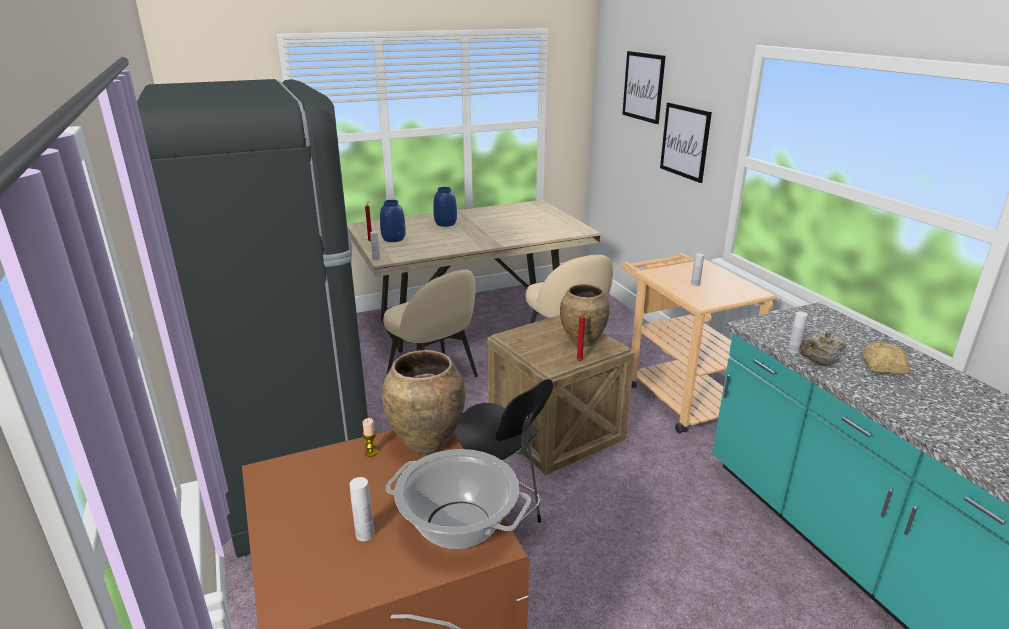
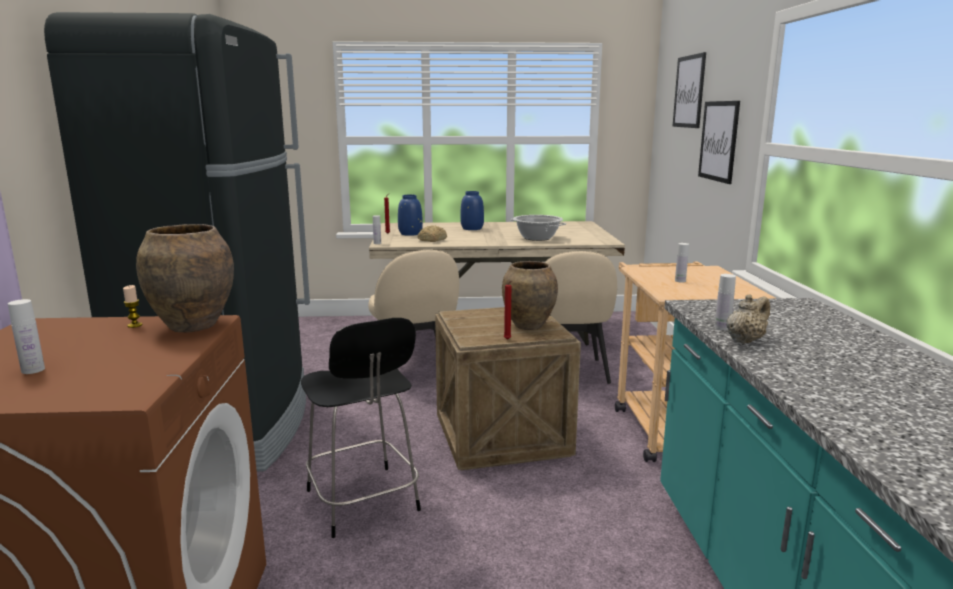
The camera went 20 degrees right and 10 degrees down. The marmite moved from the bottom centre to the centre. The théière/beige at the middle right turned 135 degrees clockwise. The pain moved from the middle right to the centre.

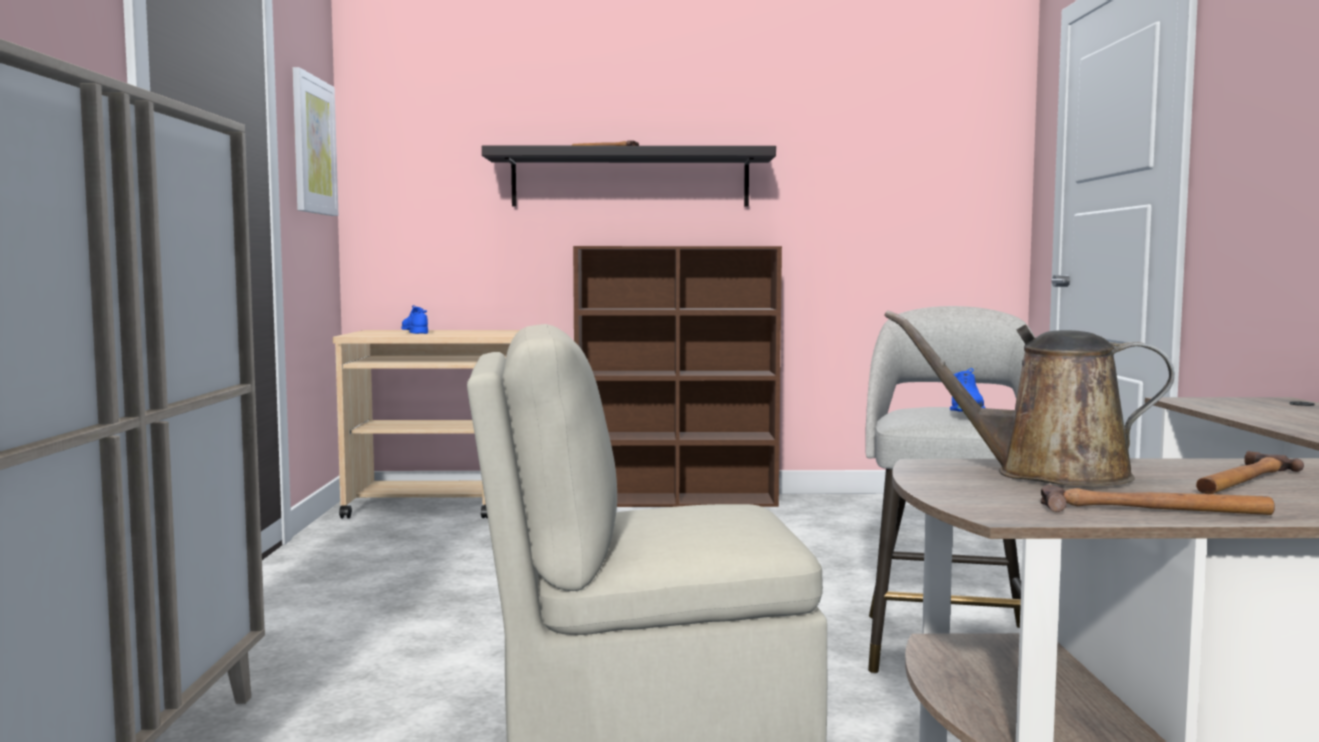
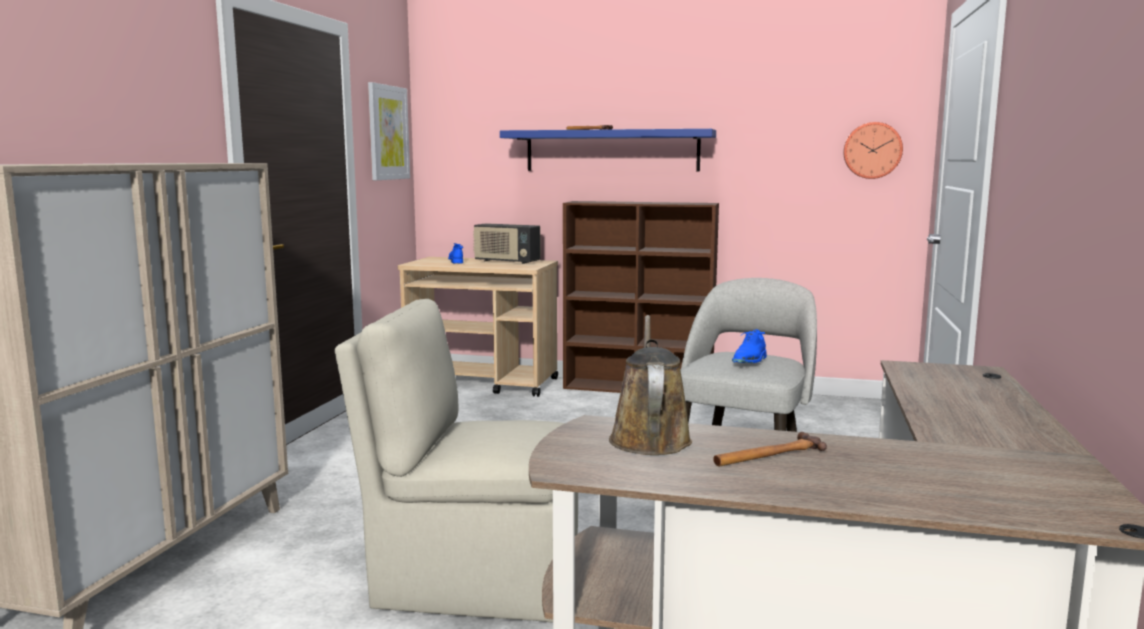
The camera went 15 degrees right and 5 degrees up. The étagère/noir at the top centre became the étagère/bleu at the top centre. The arrosoir/marron at the middle right turned 60 degrees clockwise. The marteau (no. 2 from left) at the bottom right disappeared. The radio at the centre appeared. The horloge murale at the top right appeared.

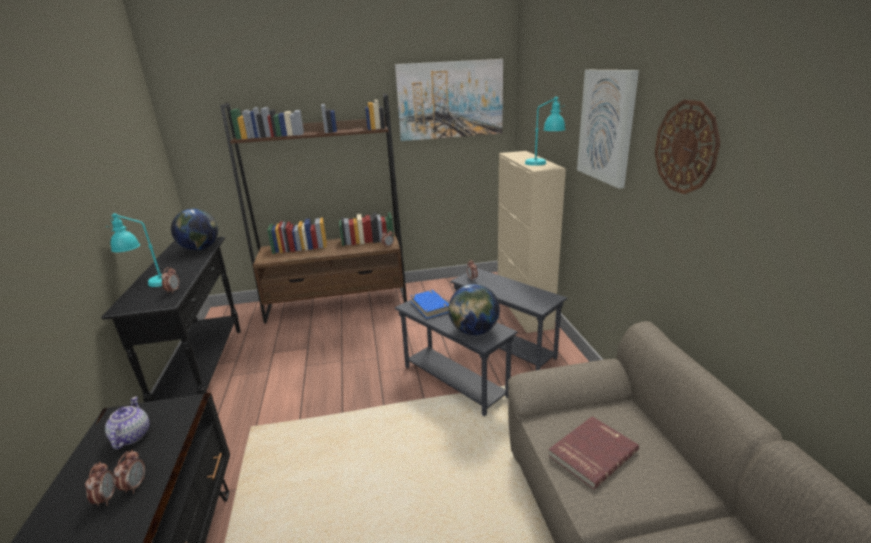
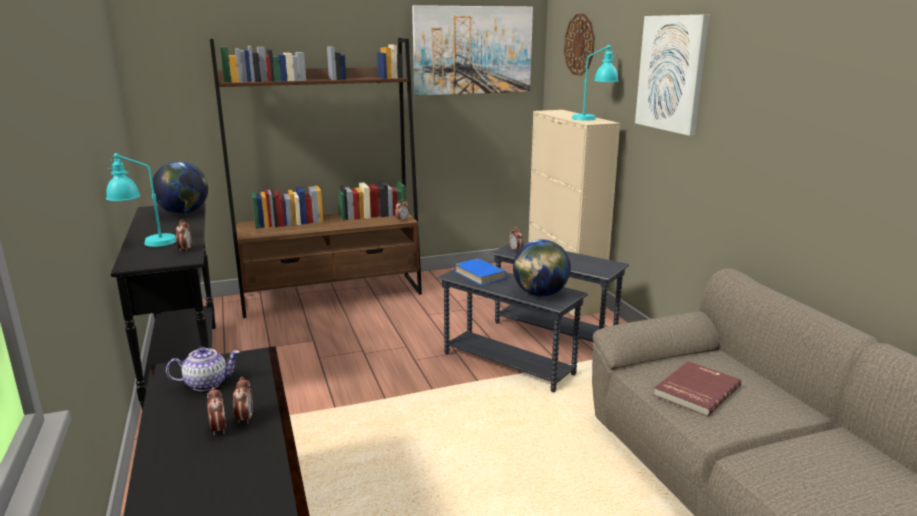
The camera went 10 degrees left and 5 degrees down. The théière at the bottom left turned 90 degrees clockwise. The horloge murale moved from the top right to the top centre.

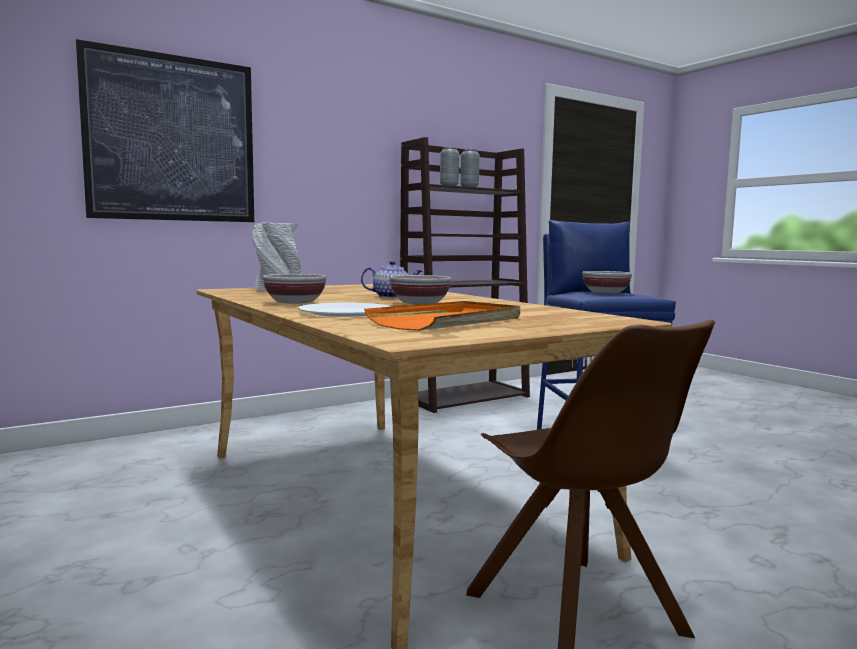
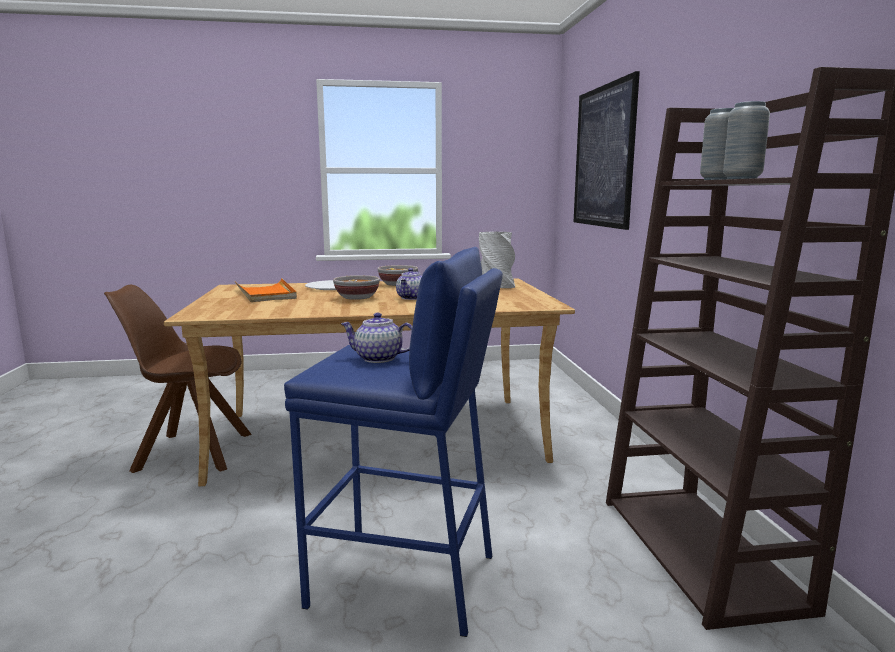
The camera went 115 degrees right and 5 degrees up. The bol (no. 3 from left) at the middle right was replaced by the théière (no. 1 from left) at the centre.

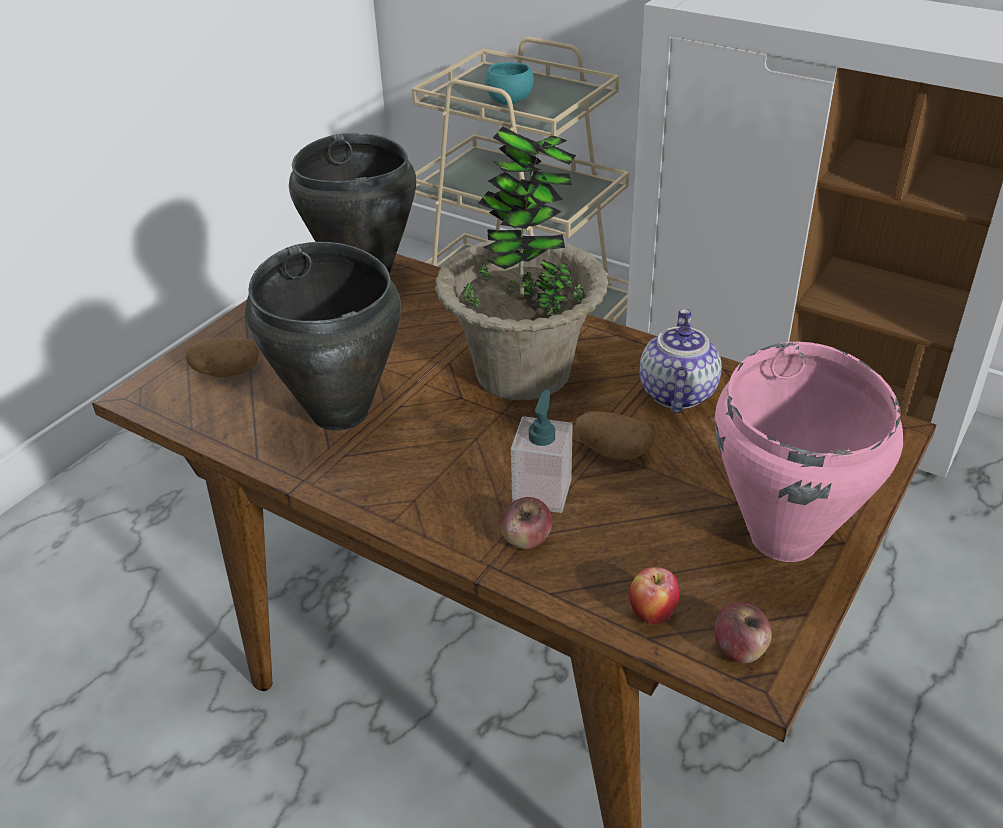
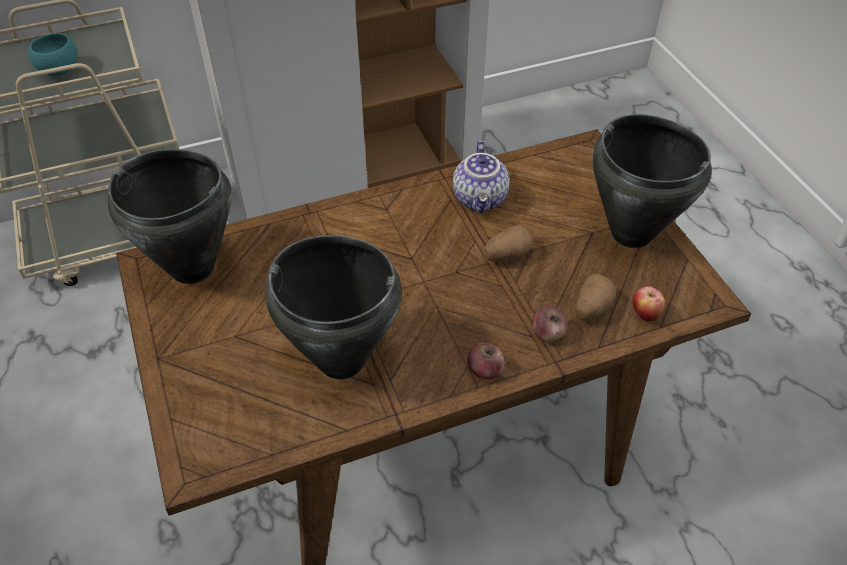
The camera went 55 degrees left and 10 degrees up. The pomme de terre (no. 1 from left in the first image) moved from the middle left to the middle right. The plante en pot at the top centre disappeared. The distributeur de savon at the centre disappeared. The théière at the middle right turned 135 degrees counterclockwise. The marmite/rose at the middle right became the marmite/noir (no. 3 from left) at the top right. The pomme (no. 3 from left in the first image) moved from the bottom right to the centre.

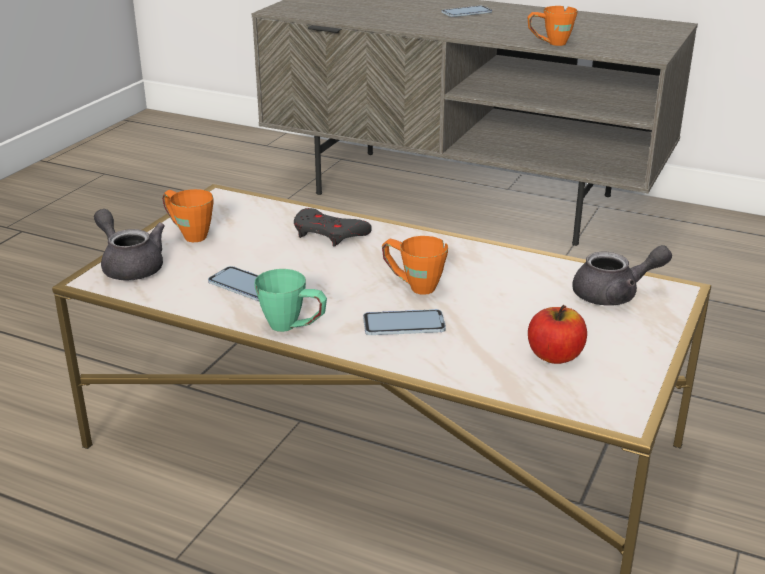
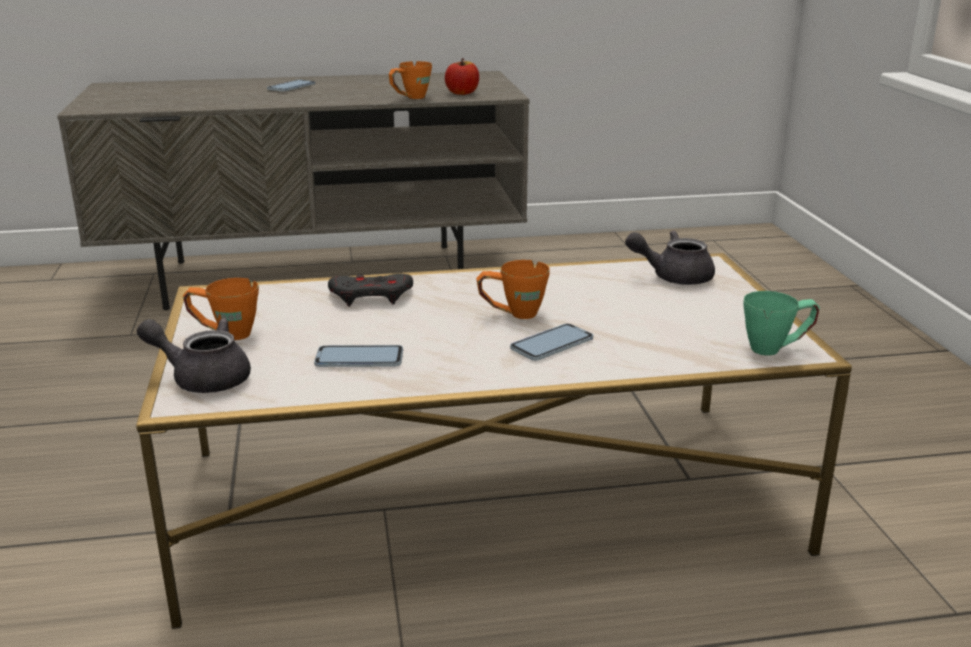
The camera went 35 degrees left and 5 degrees down. The mug/vert moved from the centre to the middle right. The pomme moved from the middle right to the top centre. The théière/gris (no. 2 from left) at the middle right turned 135 degrees counterclockwise.

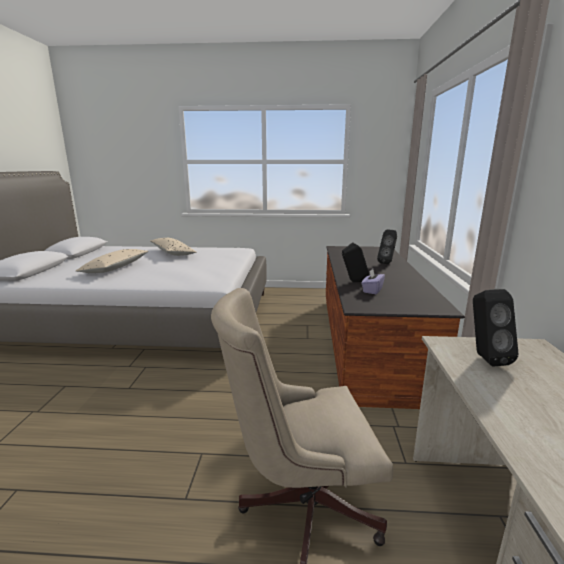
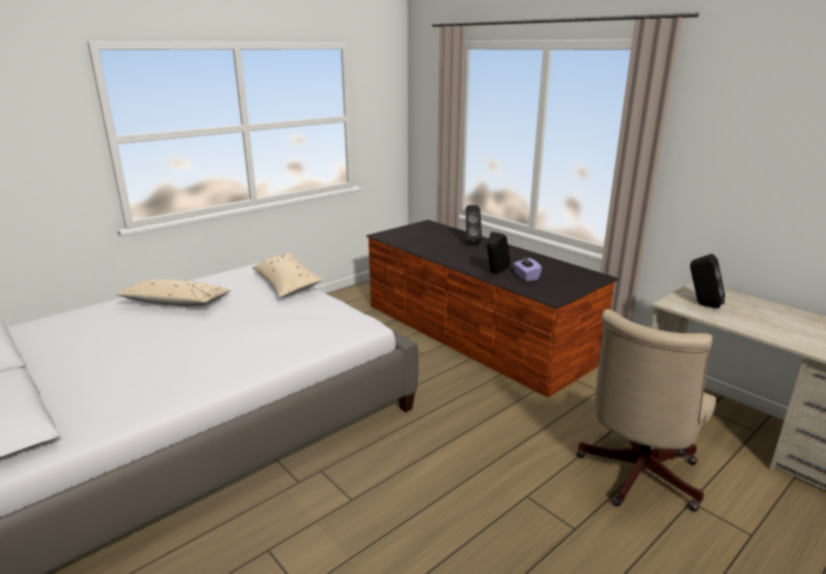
The camera went 45 degrees left and 5 degrees up. The coussin/beige (no. 1 from left in the first image) moved from the middle left to the centre.

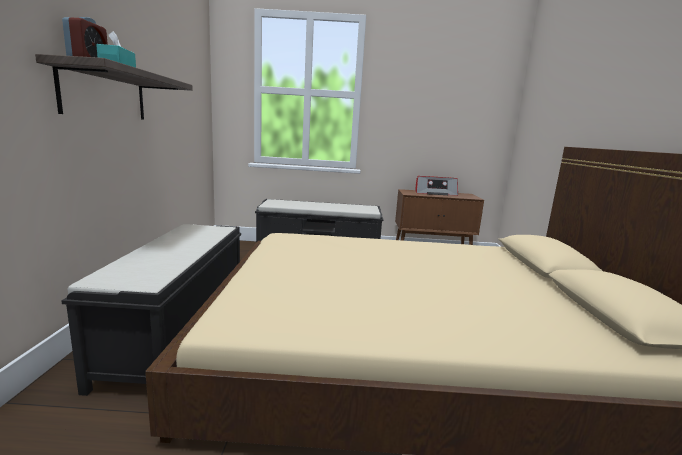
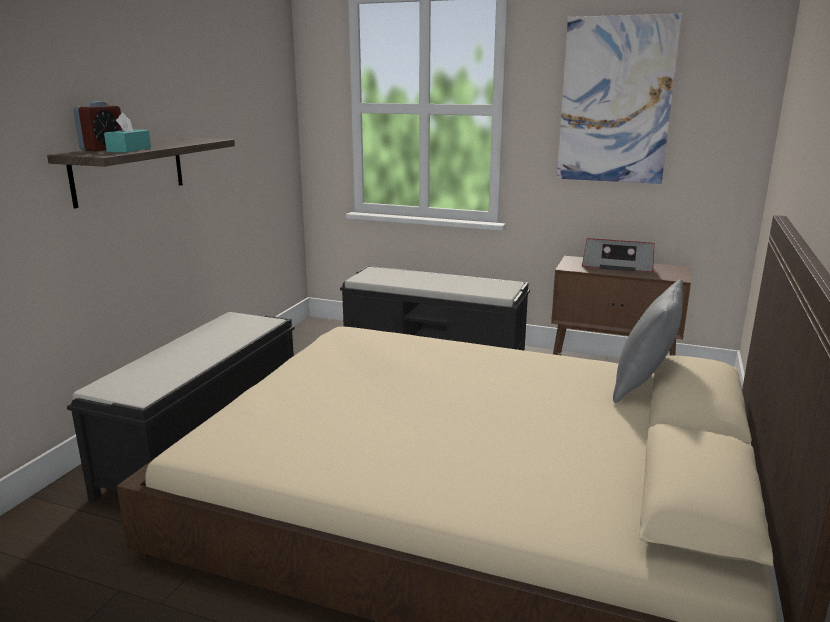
The camera went 20 degrees right and 5 degrees up. The tableau at the top right appeared. The coussin/gris at the middle right appeared.

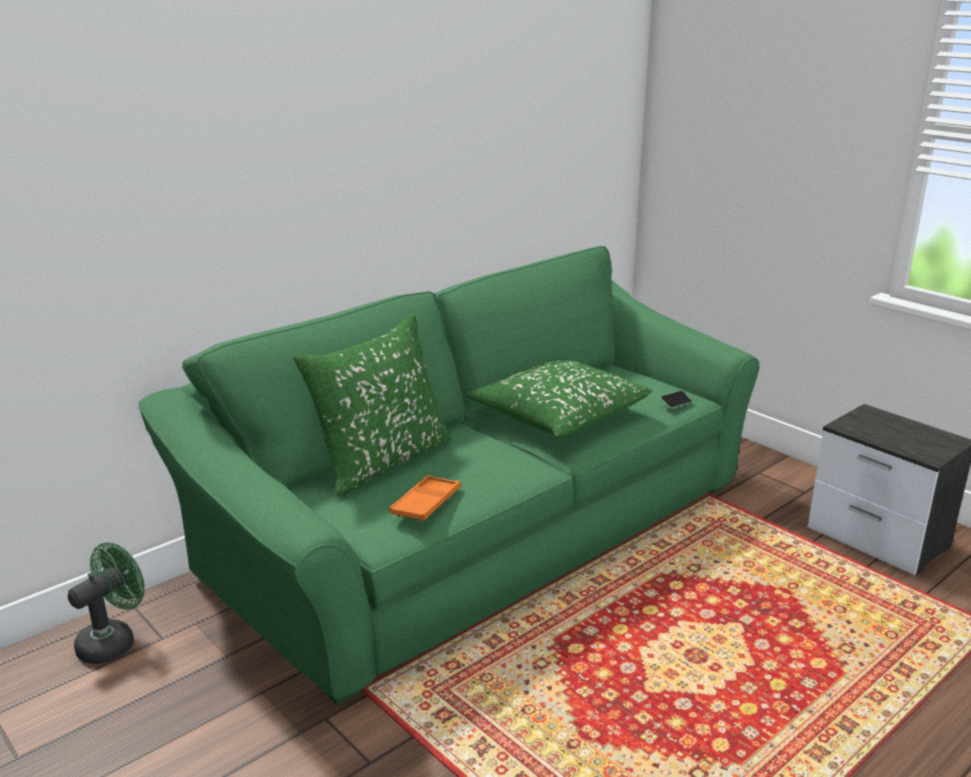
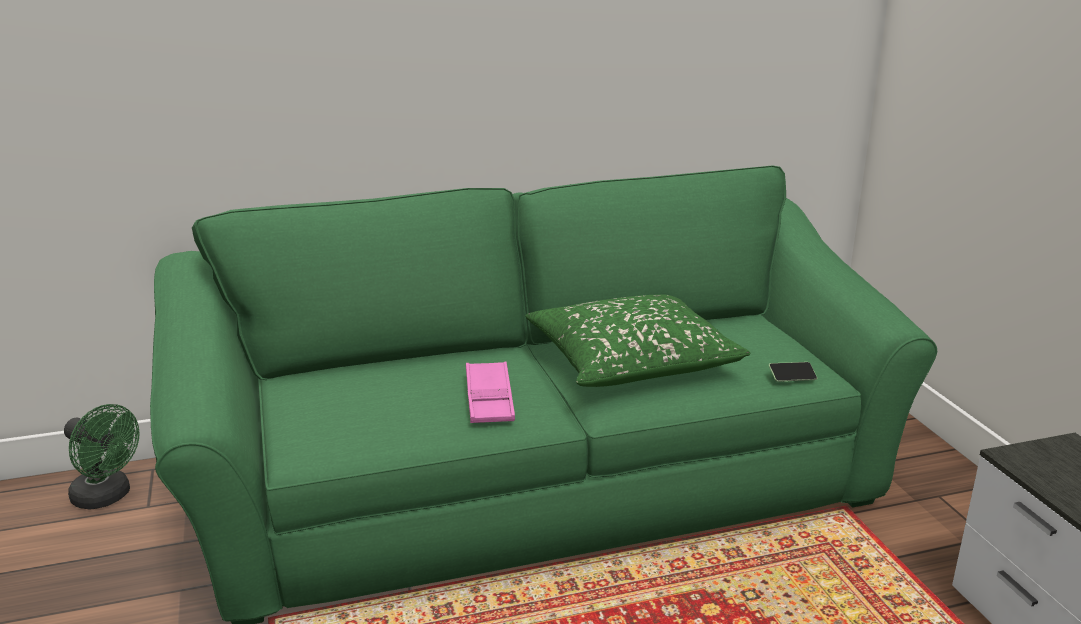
The camera went 25 degrees right and 0 degrees up. The ventilateur/vert at the bottom left turned 60 degrees clockwise. The coussin/vert (no. 1 from left) at the centre disappeared. The plateau/orange at the centre disappeared. The plateau/rose at the centre appeared.

